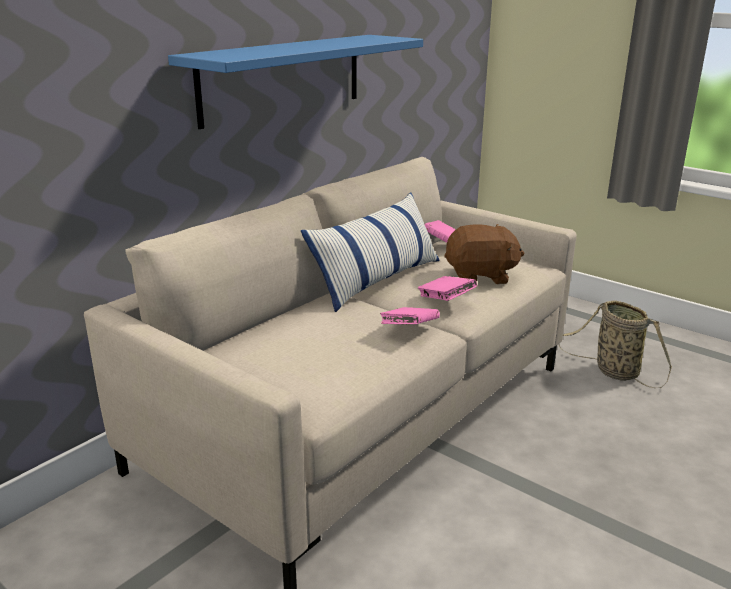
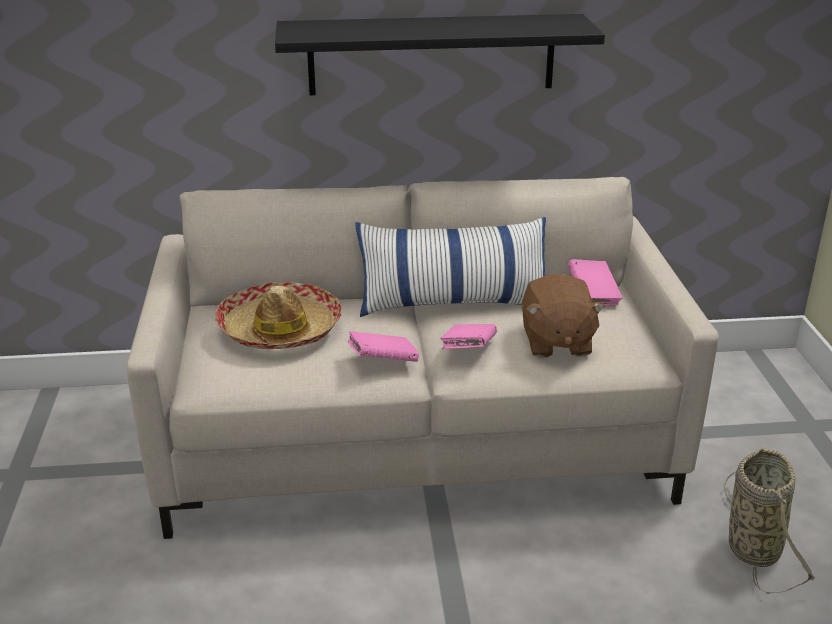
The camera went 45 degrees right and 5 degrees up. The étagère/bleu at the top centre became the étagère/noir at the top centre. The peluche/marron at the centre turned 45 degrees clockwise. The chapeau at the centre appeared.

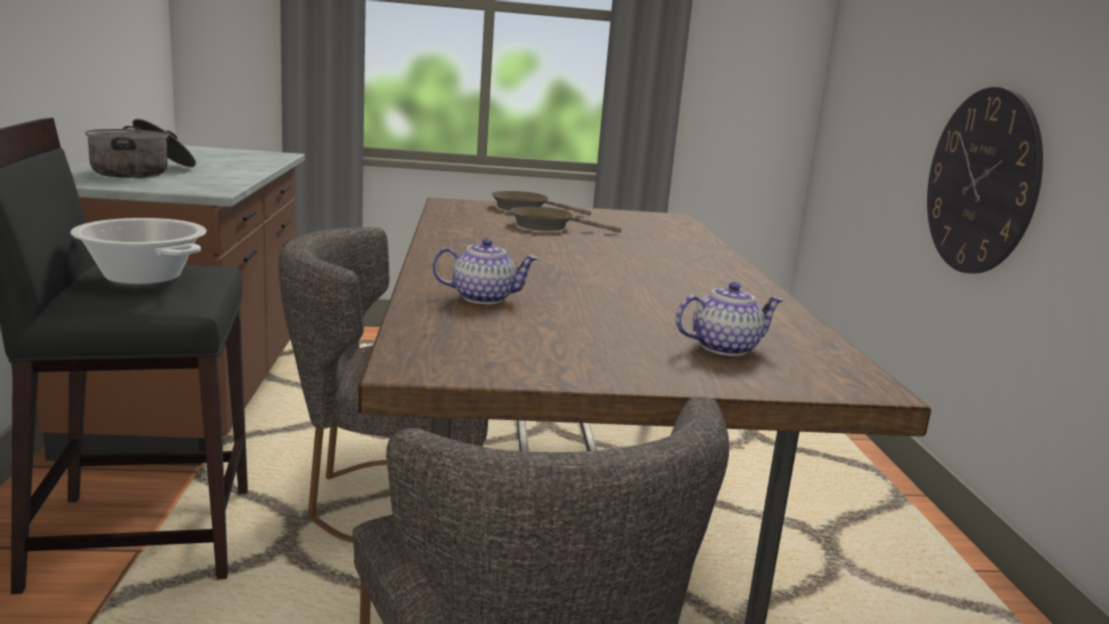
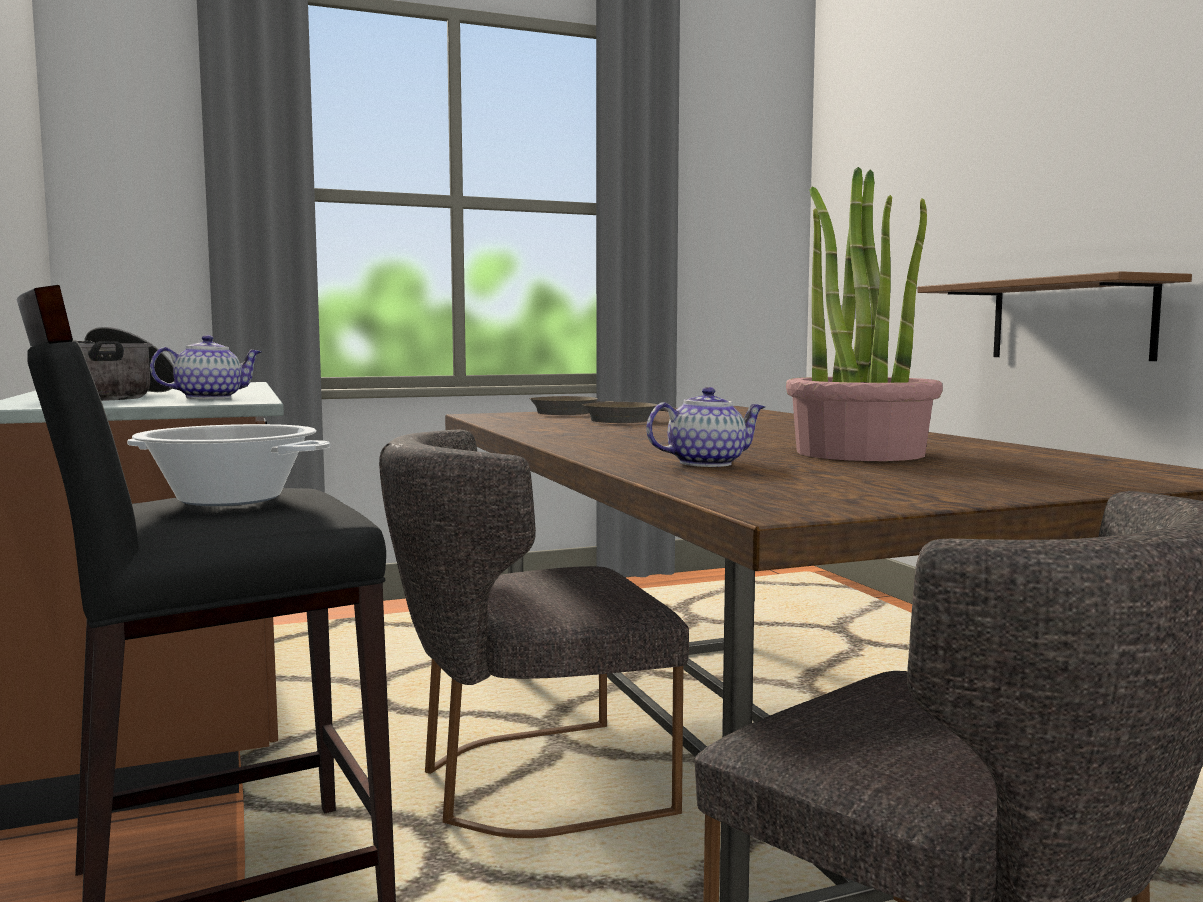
The camera went 15 degrees left and 10 degrees down. The théière (no. 2 from left in the first image) moved from the centre to the middle left. The horloge murale at the top right was replaced by the étagère/marron at the middle right. The plante en pot at the middle right appeared.

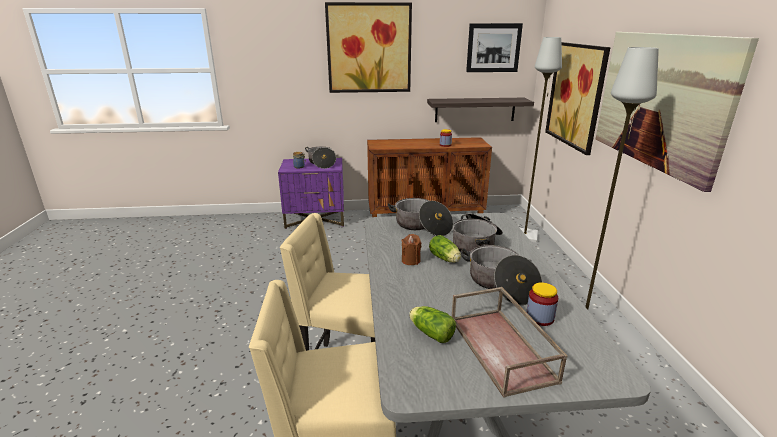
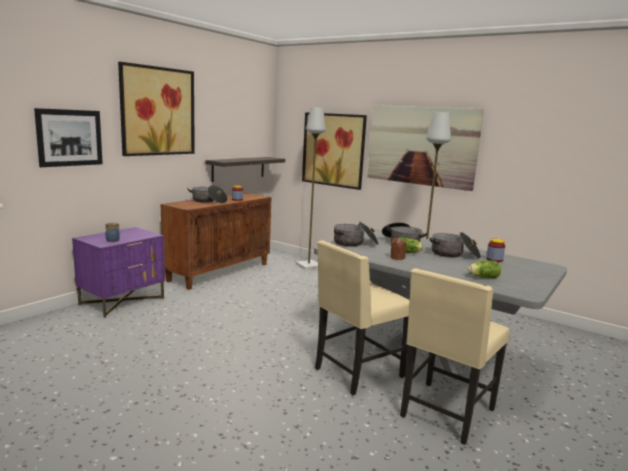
The camera went 50 degrees left and 10 degrees down. The marmite (no. 1 from left) moved from the centre to the middle left. The plateau/marron at the bottom centre disappeared. The tableau (no. 2 from left in the first image) moved from the top centre to the top left.

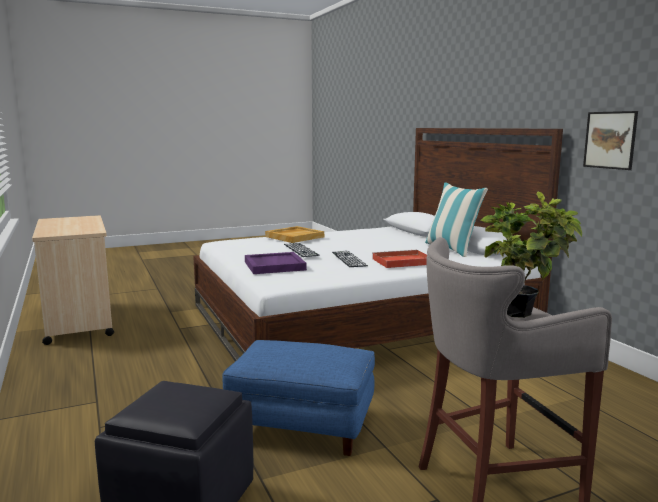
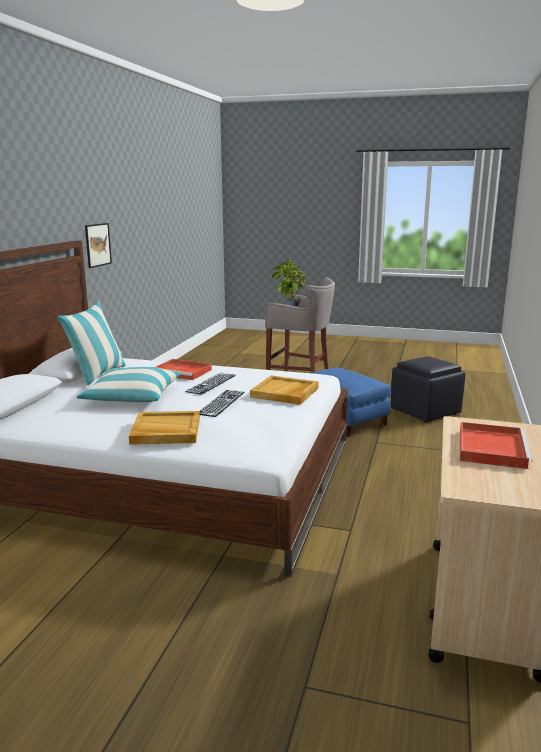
The camera went 140 degrees left and 5 degrees up. The plateau/violet at the centre became the plateau/beige (no. 2 from left) at the centre. The coussin (no. 2 from left) at the middle left appeared. The plateau/rouge (no. 2 from left) at the middle right appeared.

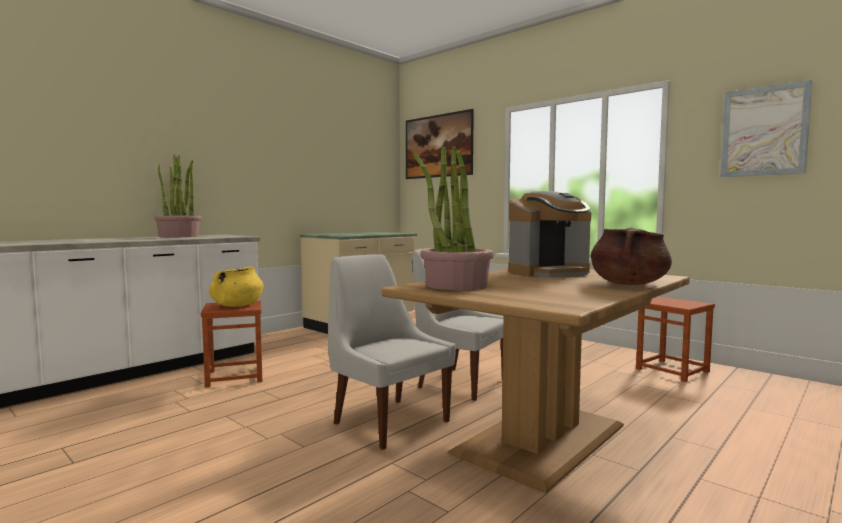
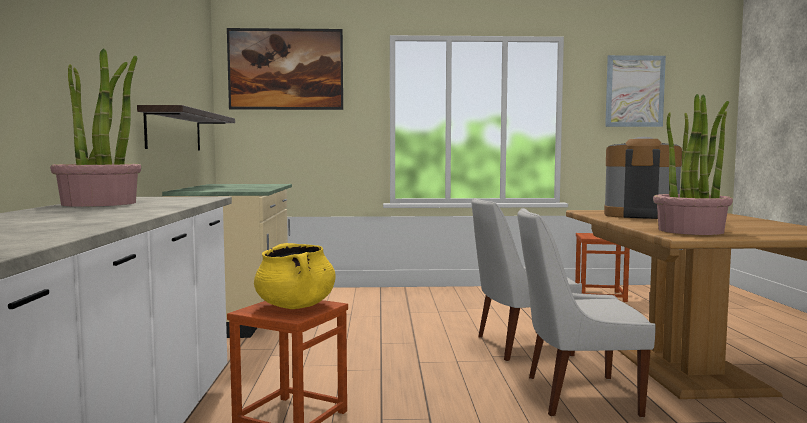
The camera went 45 degrees left and 0 degrees up. The machine à café at the centre turned 90 degrees counterclockwise. The marmite/marron at the middle right disappeared. The étagère at the top left appeared.

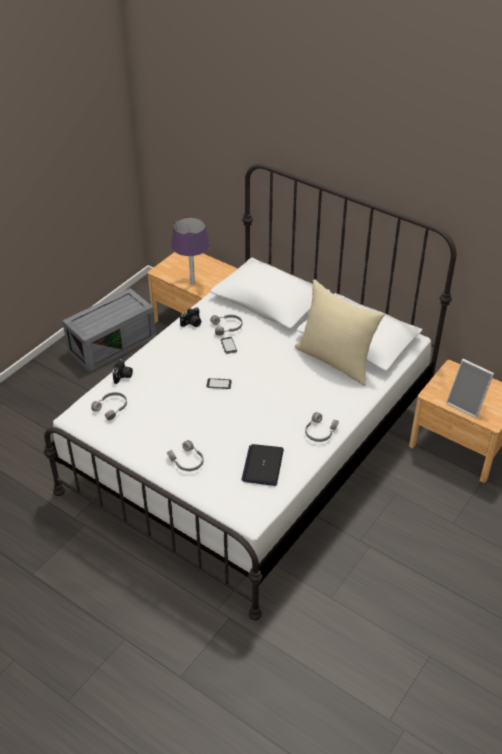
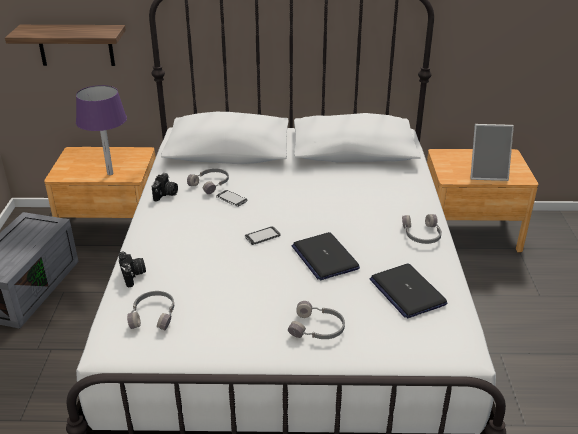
The camera went 35 degrees left and 10 degrees down. The coussin/beige at the middle right disappeared. The étagère at the top left appeared. The ordinateur portable (no. 1 from left) at the centre appeared.

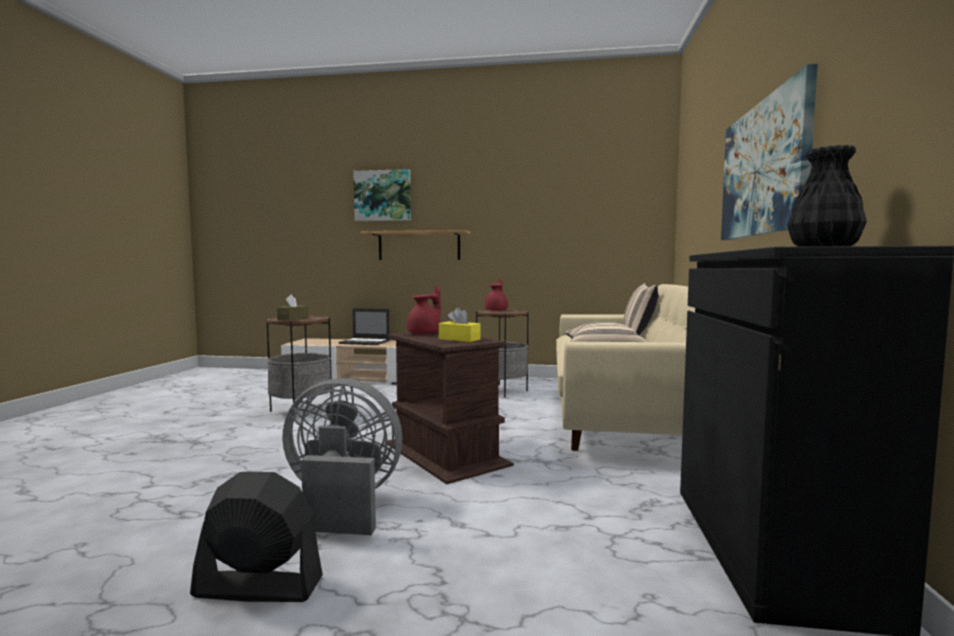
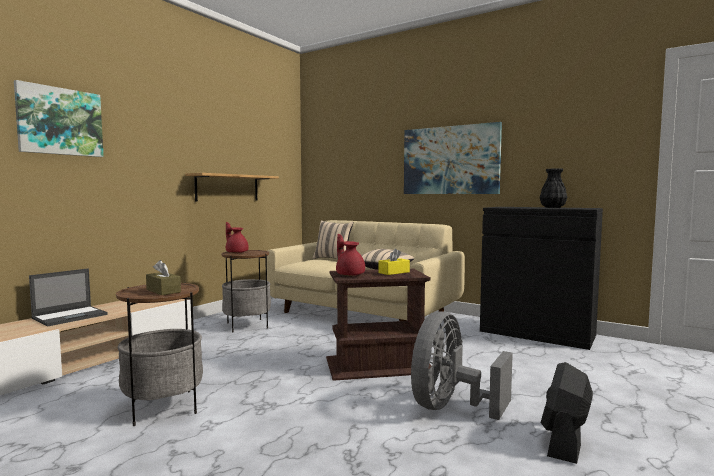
The camera went 65 degrees left and 0 degrees up. The étagère moved from the centre to the middle left.

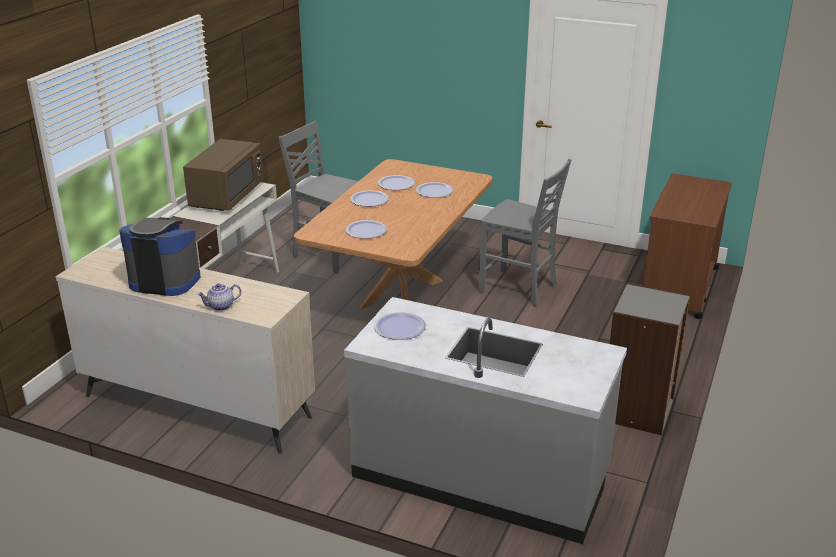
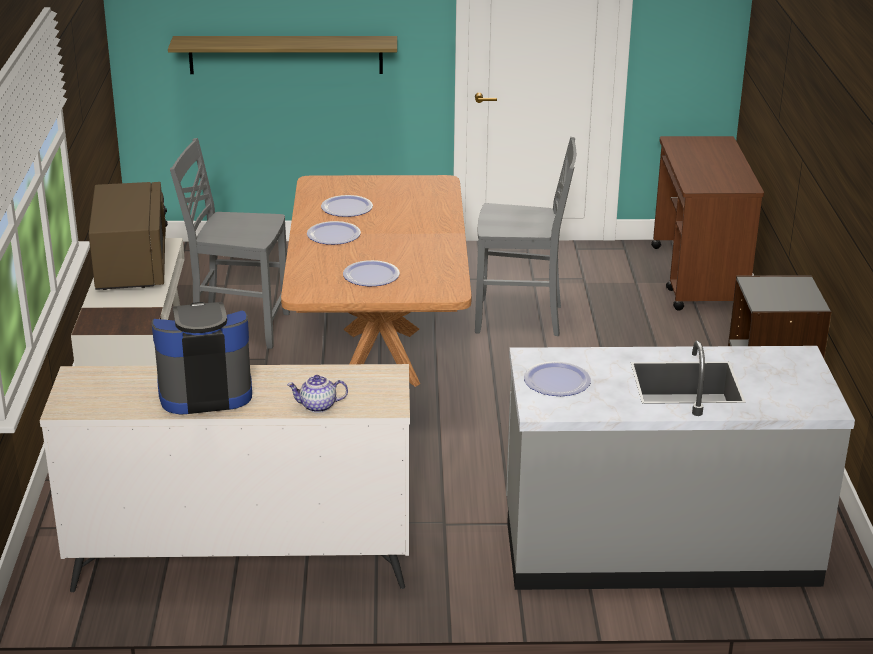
The camera went 25 degrees left and 0 degrees up. The théière at the middle left turned 45 degrees clockwise. The assiette (no. 5 from left) at the centre disappeared. The étagère at the top left appeared.

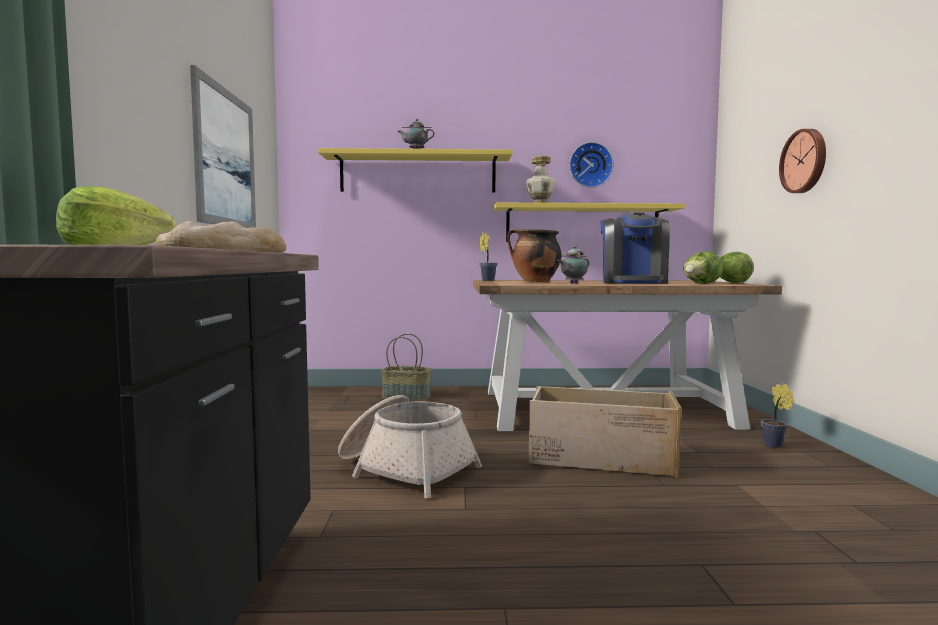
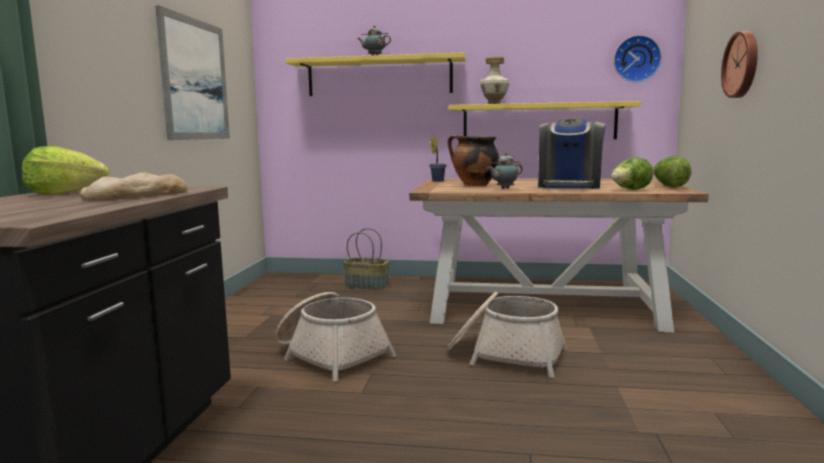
The camera went 10 degrees right and 5 degrees up. The caisse at the bottom centre was replaced by the panier (no. 3 from left) at the bottom centre. The horloge murale (no. 1 from left) moved from the top centre to the top right. The plante en pot (no. 2 from left) at the middle right disappeared.

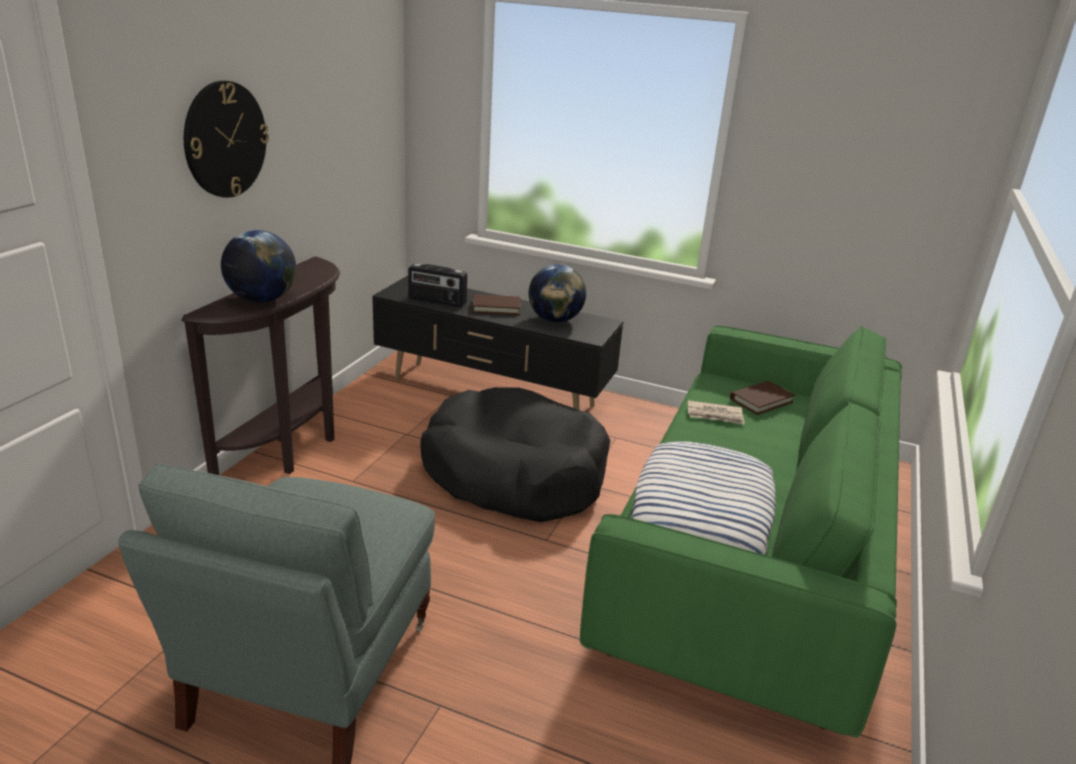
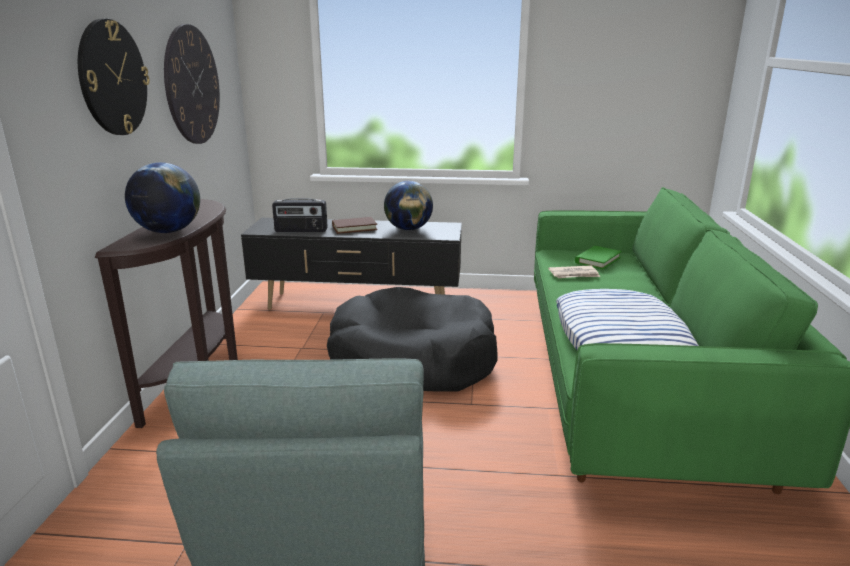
The camera went 15 degrees left and 5 degrees down. The livre/marron (no. 2 from left) at the middle right became the livre/vert at the middle right. The horloge murale (no. 2 from left) at the top left appeared.

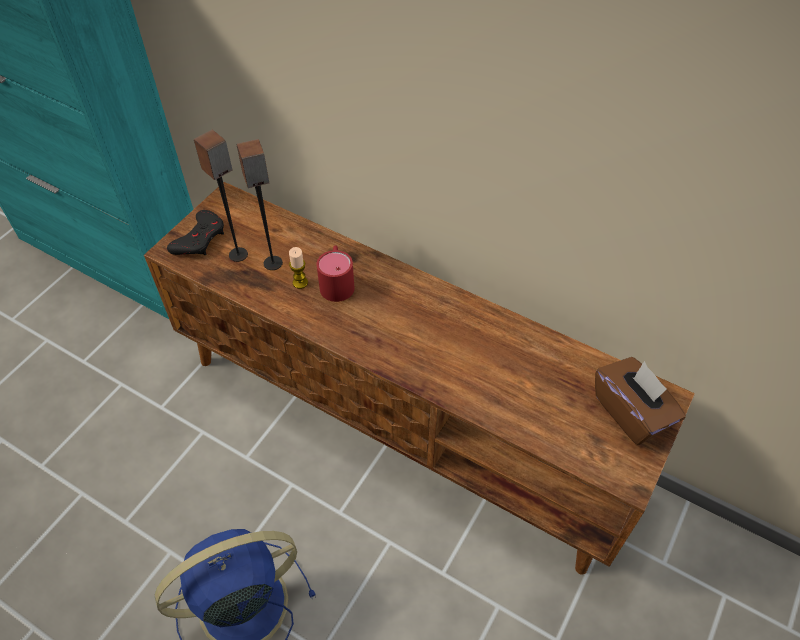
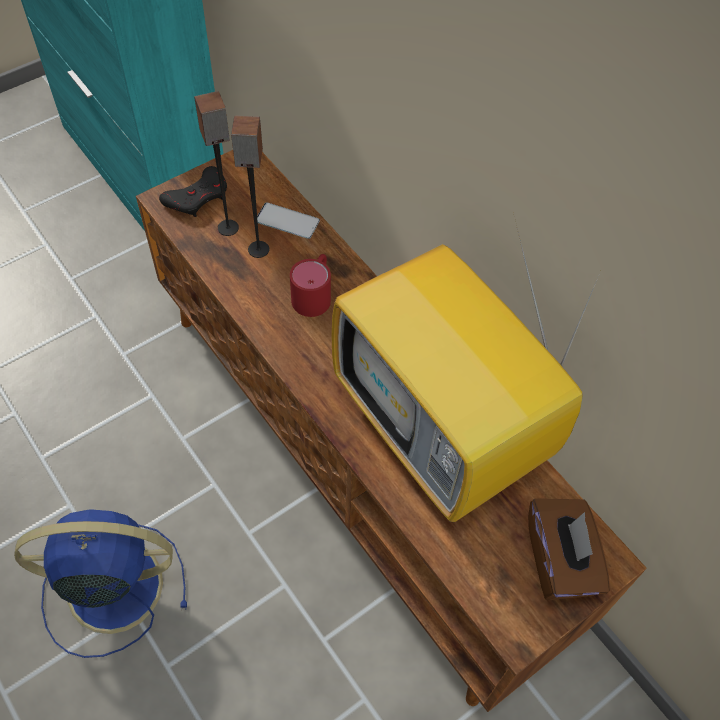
The camera went 20 degrees right and 5 degrees up. The bougie at the centre disappeared. The téléphone at the top centre appeared. The téléviseur at the centre appeared.

